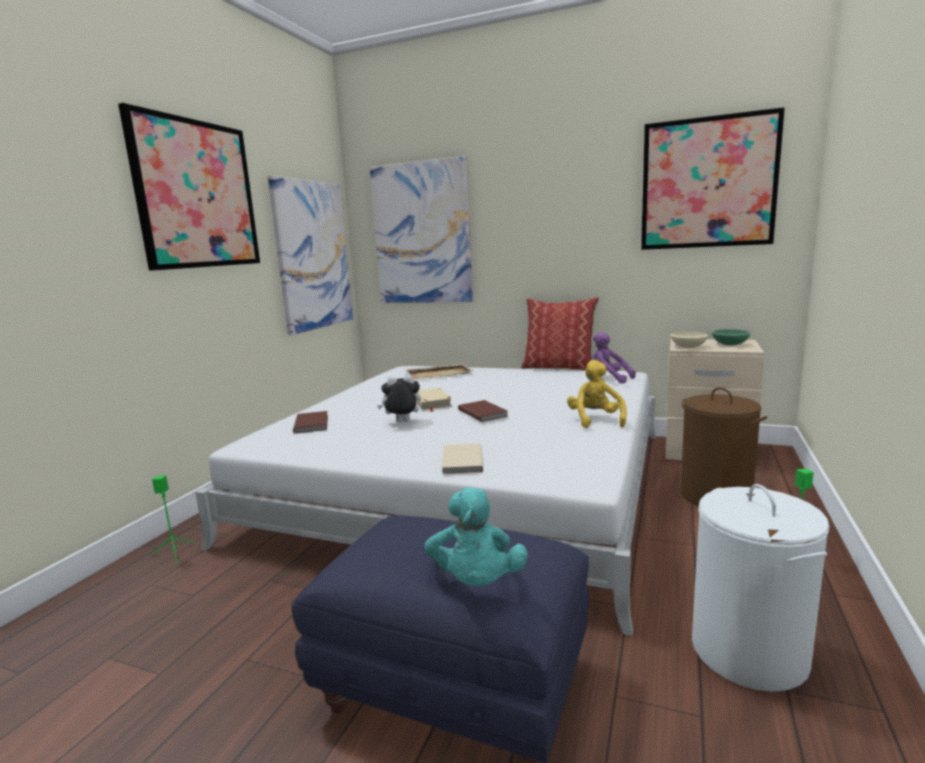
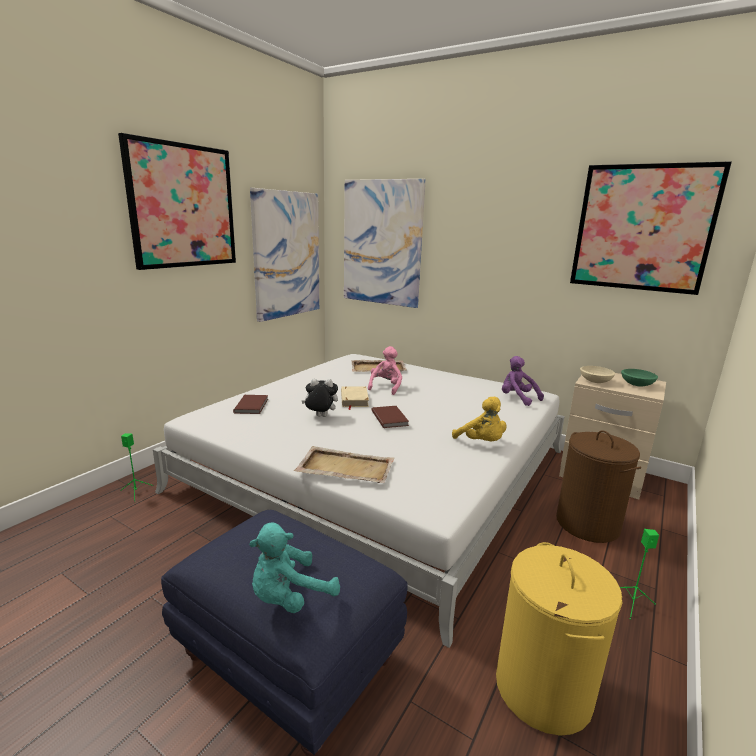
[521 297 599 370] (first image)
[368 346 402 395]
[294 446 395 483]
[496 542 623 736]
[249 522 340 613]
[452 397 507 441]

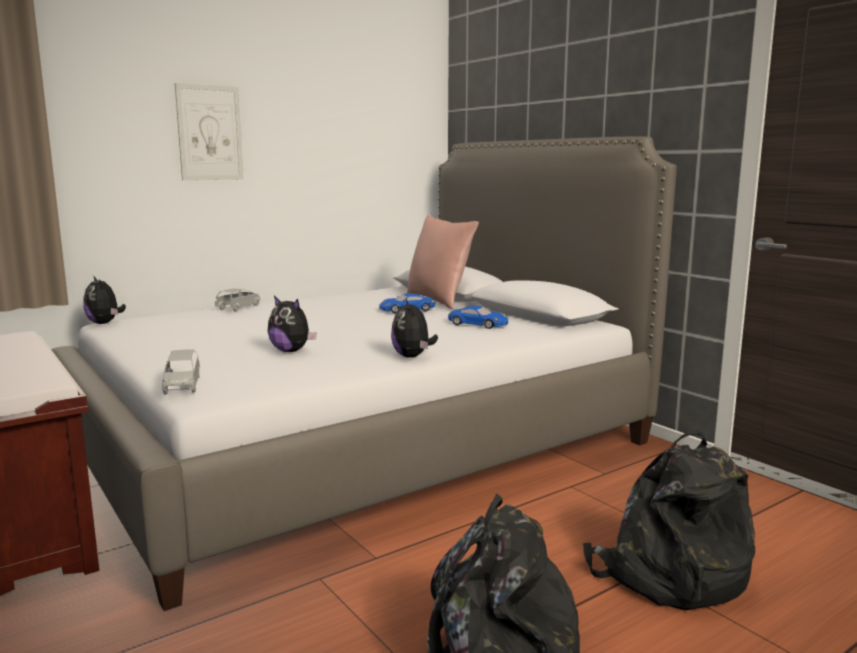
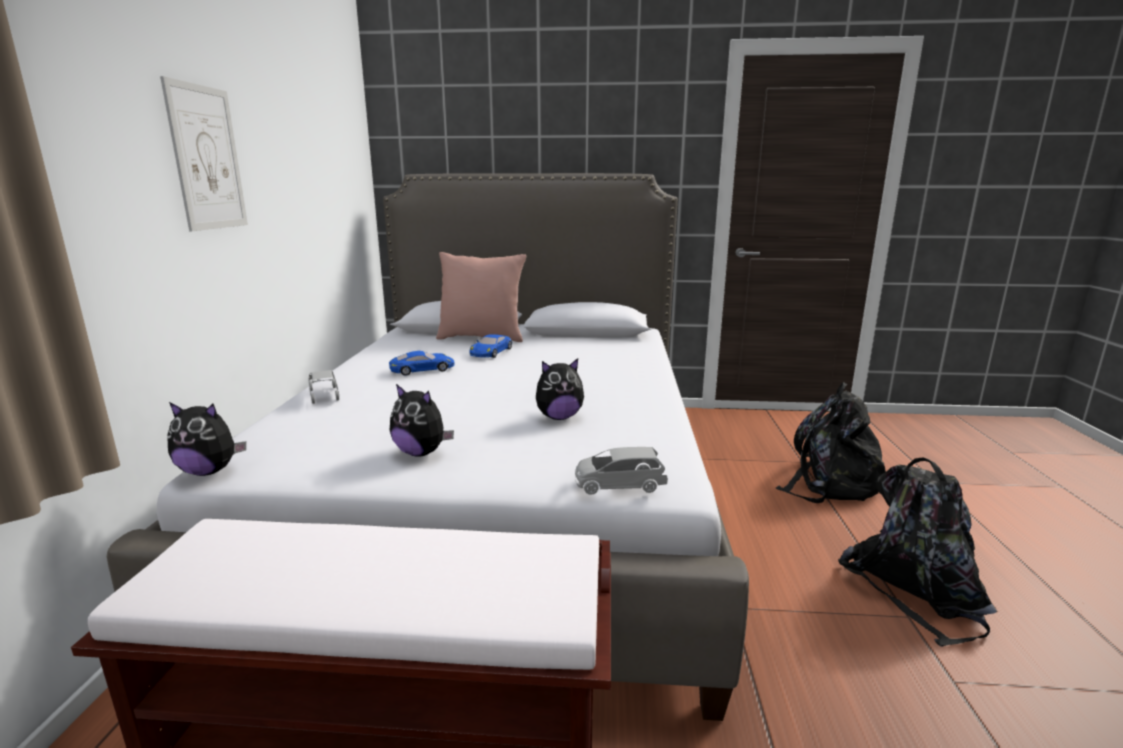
[390 384 454 457]
[389 351 455 376]
[575 447 668 495]

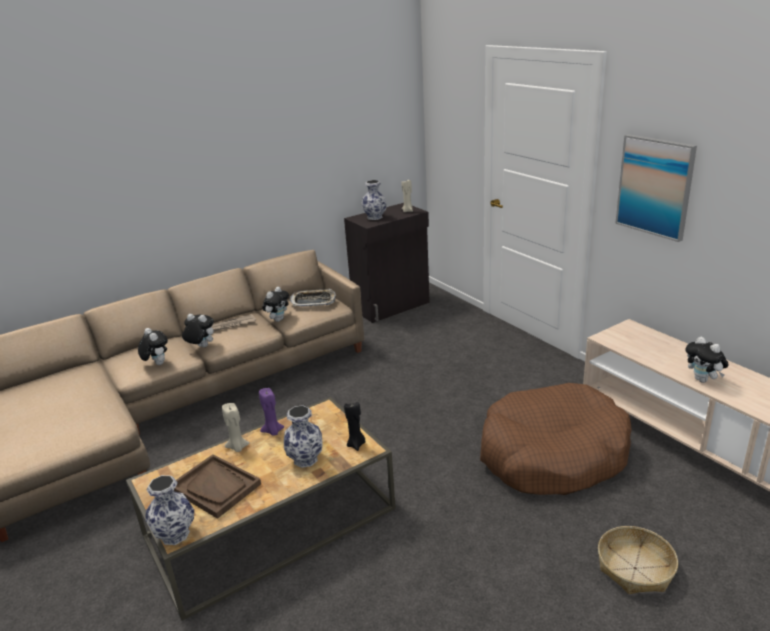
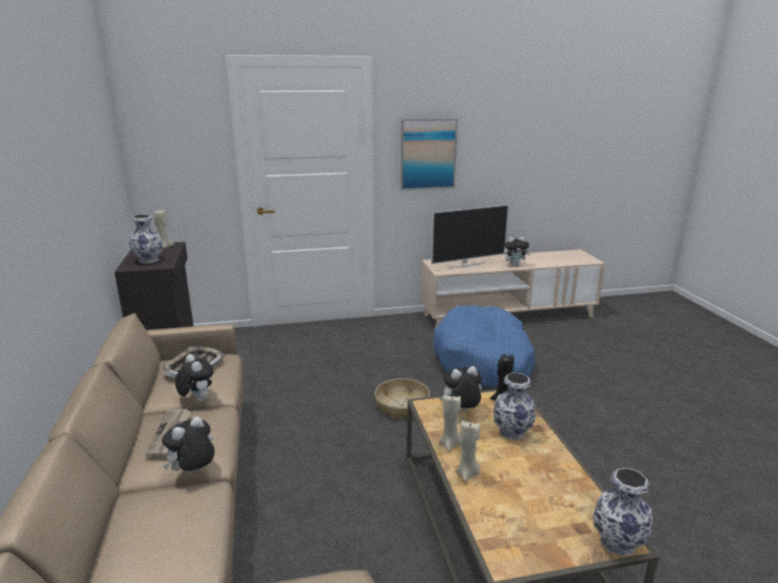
[174 454 261 519] (first image)
[431 204 509 268]
[439 366 482 411]
[375 378 430 419]
[439 394 461 451]
[433 305 535 387]

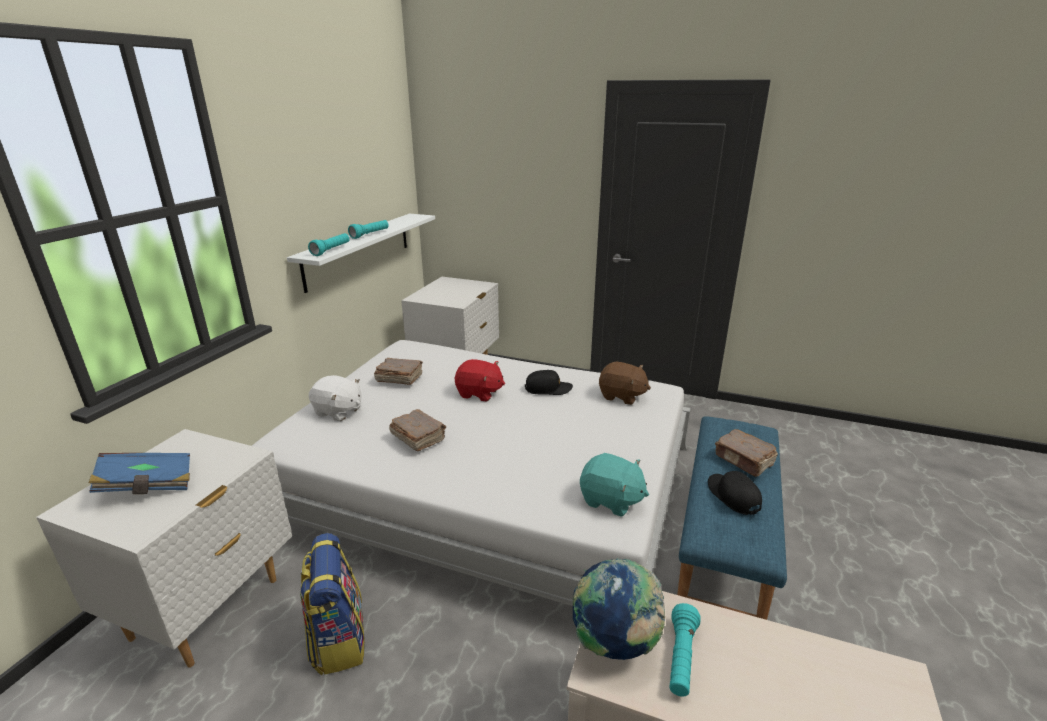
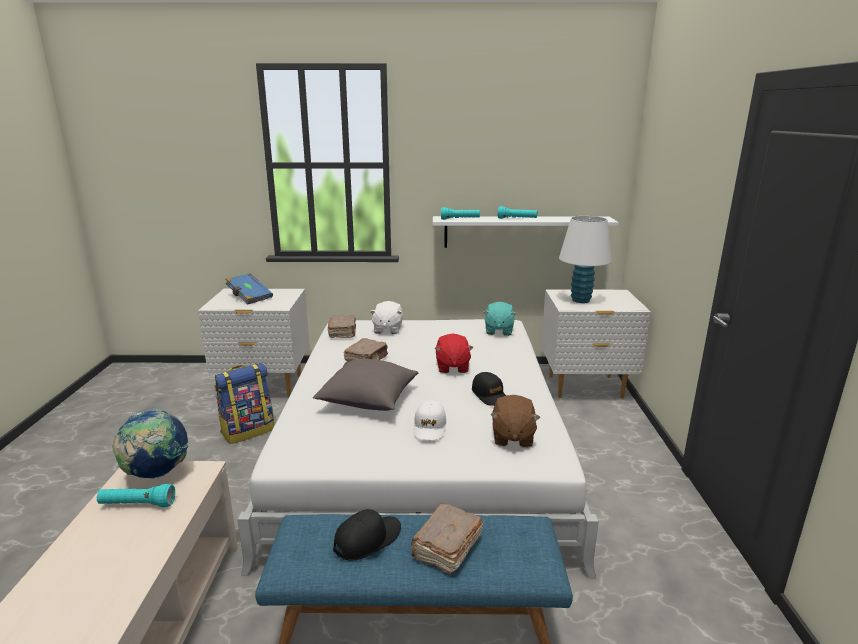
[313 359 418 411]
[414 400 446 440]
[559 216 612 303]
[328 315 356 338]
[483 302 516 336]

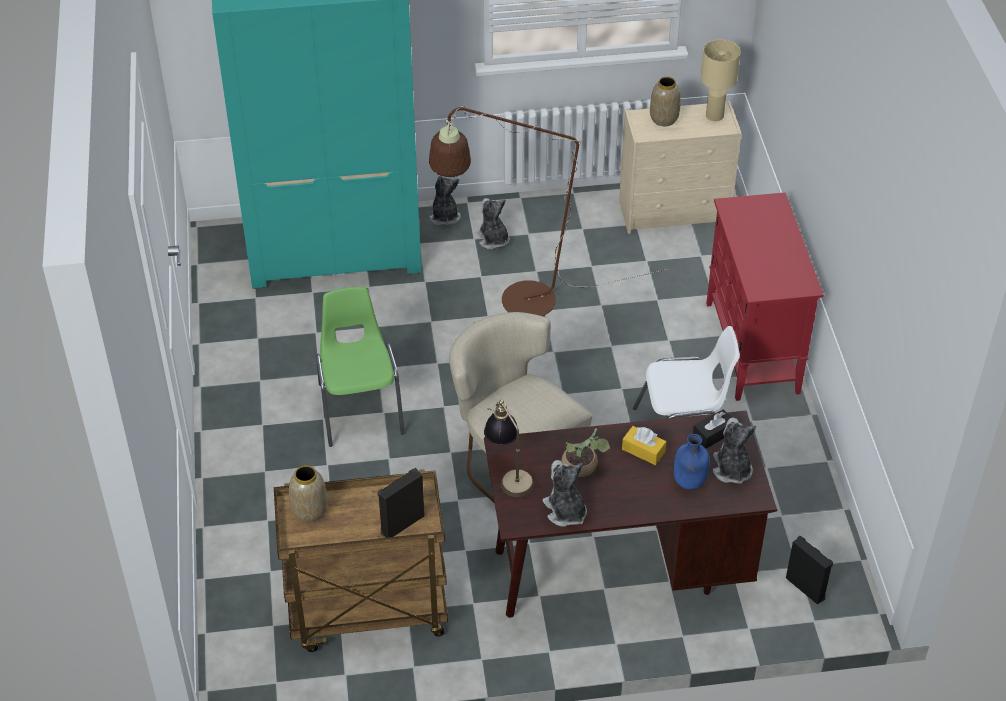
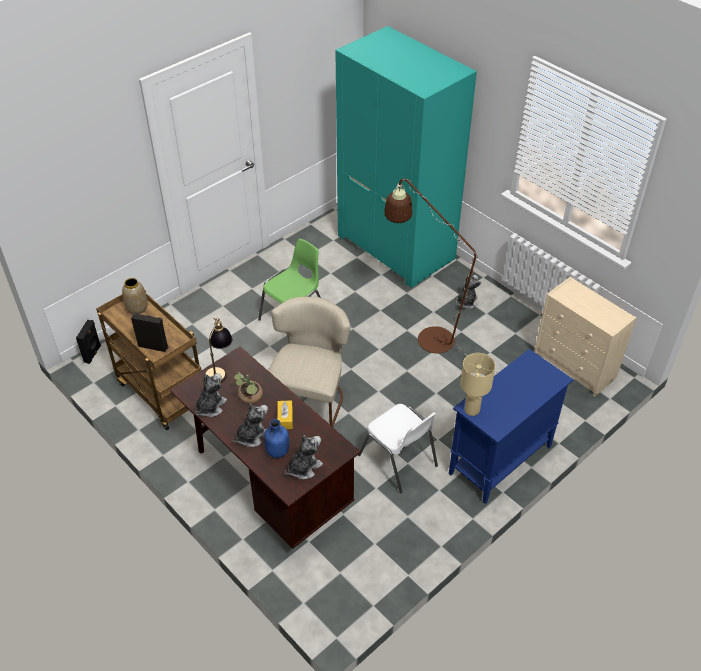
[650 77 681 126] (first image)
[693 409 732 448] (first image)
[232 403 268 447]
[460 353 496 416]
[76 320 101 364]
[449 349 573 504]

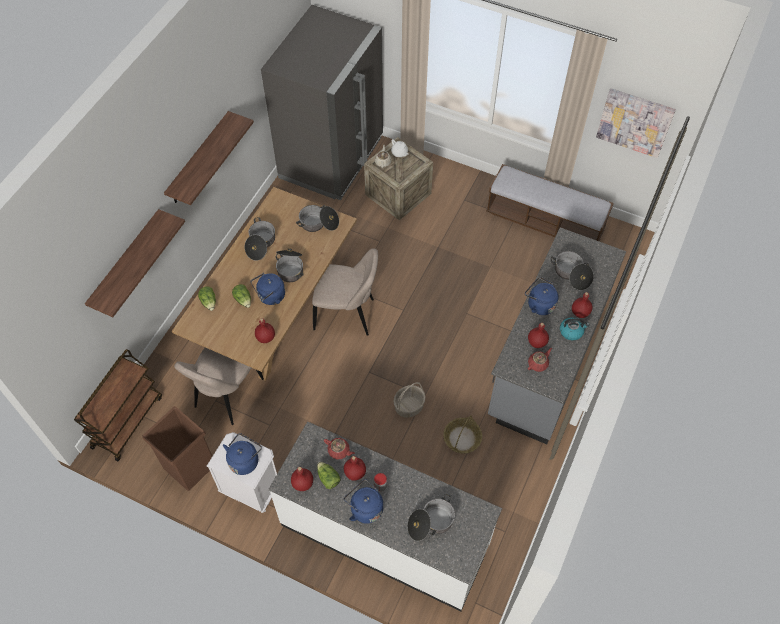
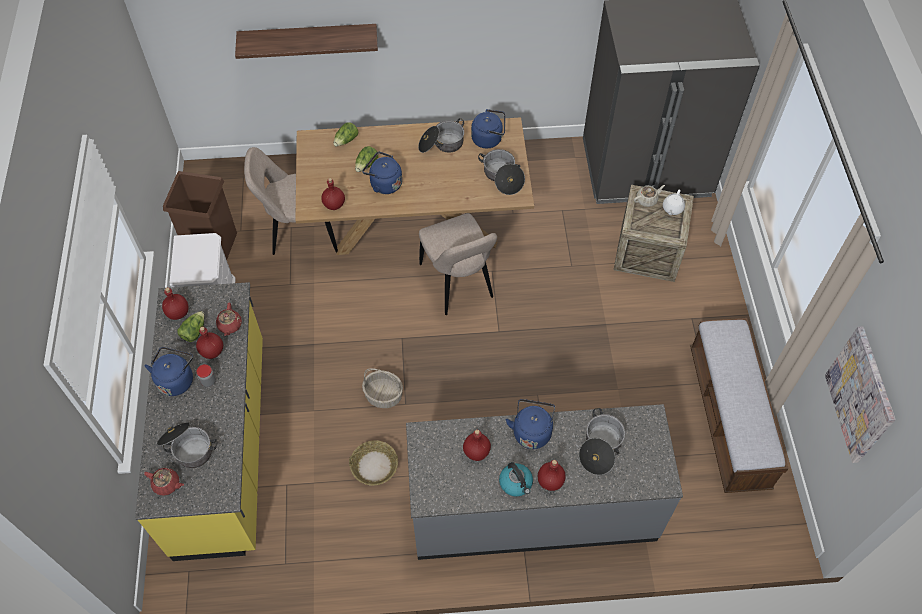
[74 349 162 461] (first image)
[164 111 254 205] (first image)
[276 248 304 282] (first image)
[471 109 505 148]
[144 468 184 496]
[135 282 263 561]

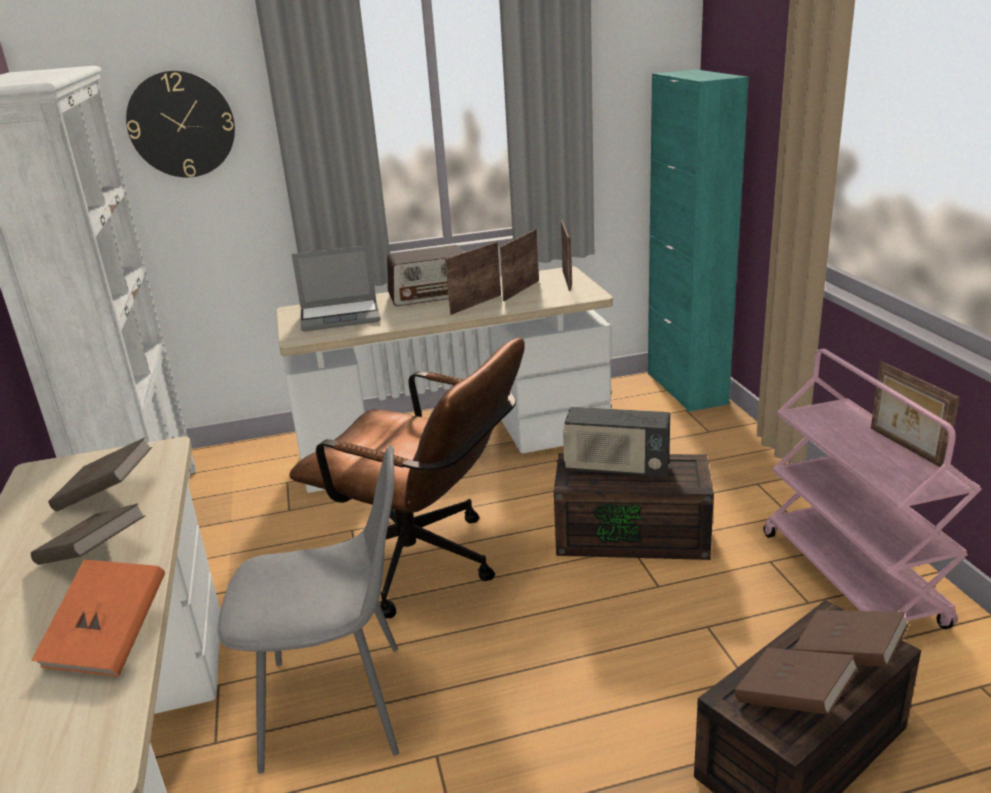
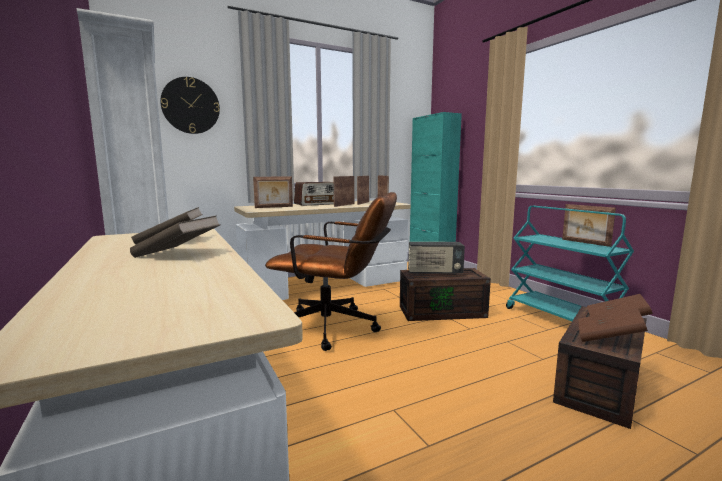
[32 560 165 677] (first image)
[217 444 399 774] (first image)
[253 176 293 208]
[506 206 634 321]

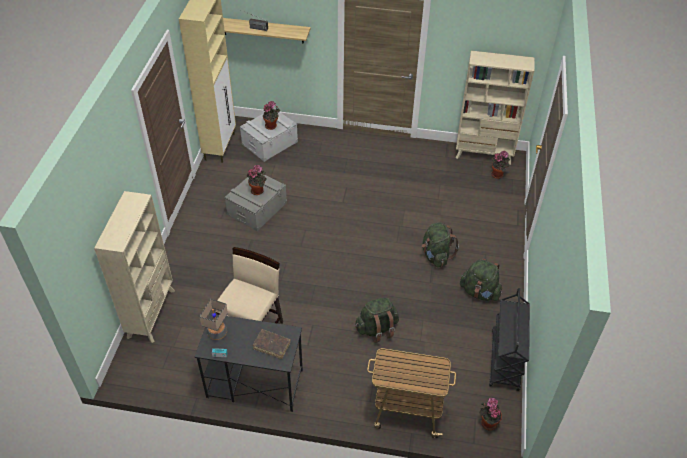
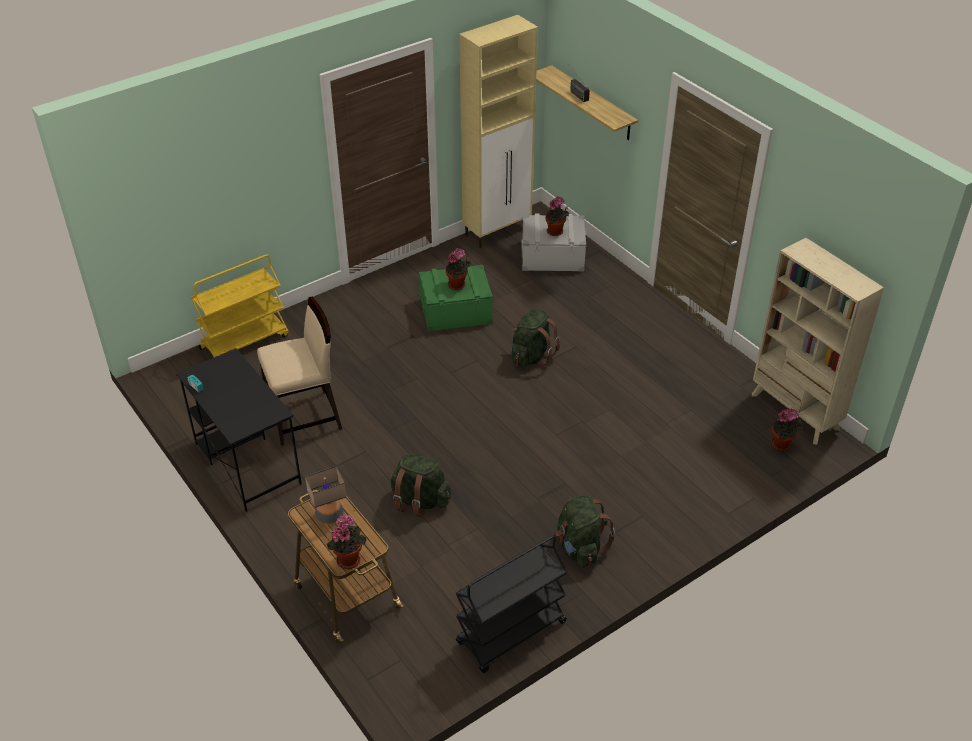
[253 329 291 359] (first image)
[305 466 347 524]
[512 309 560 367]
[326 513 366 569]
[191 254 288 357]
[419 265 493 332]

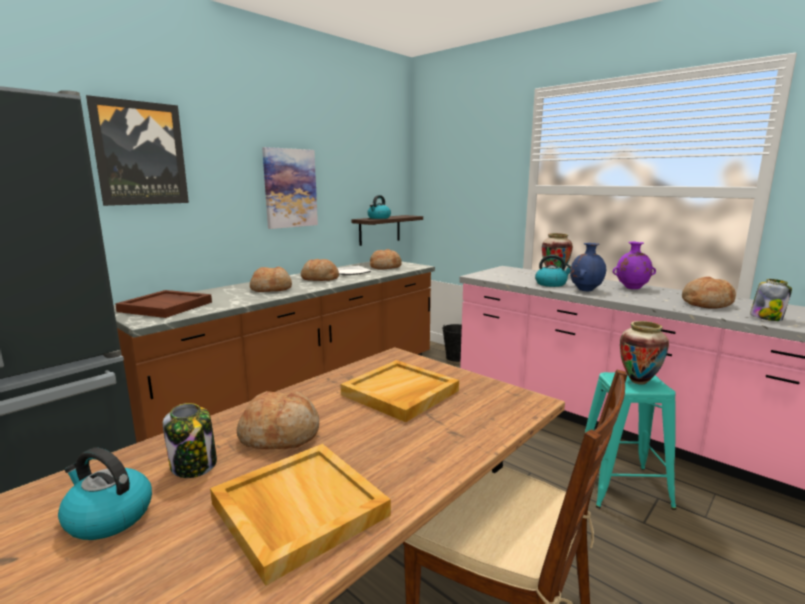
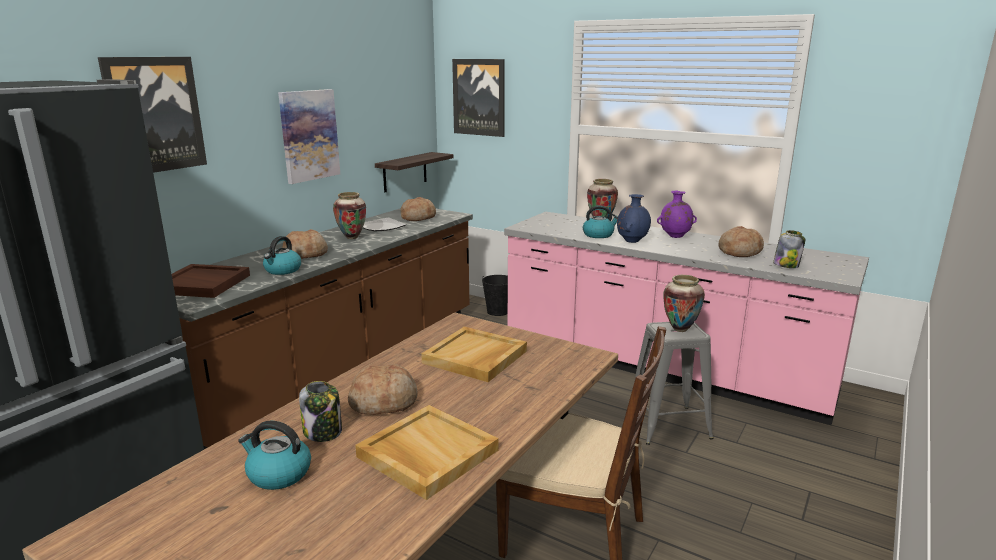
[452 59 505 137]
[263 236 301 275]
[333 192 366 239]
[635 322 713 445]

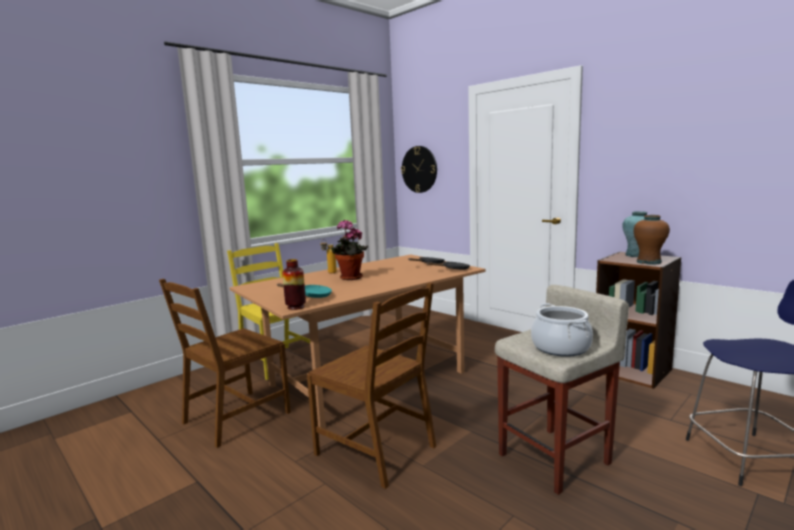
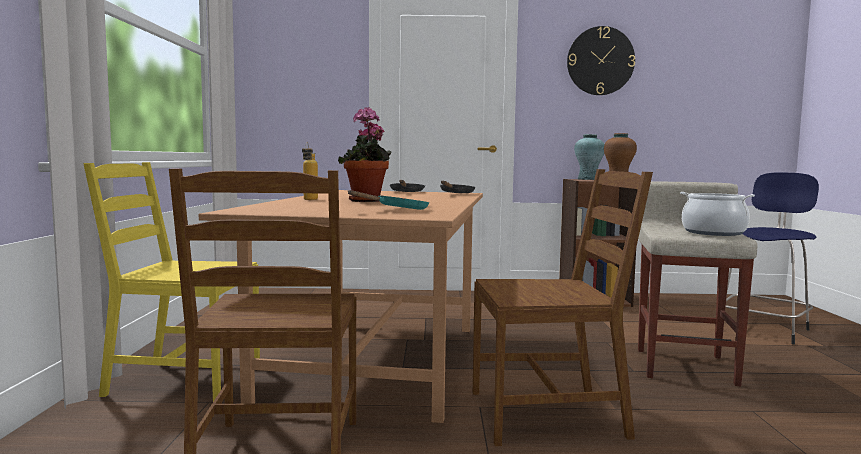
[282 259 306 310] (first image)
[567 26 635 95]

